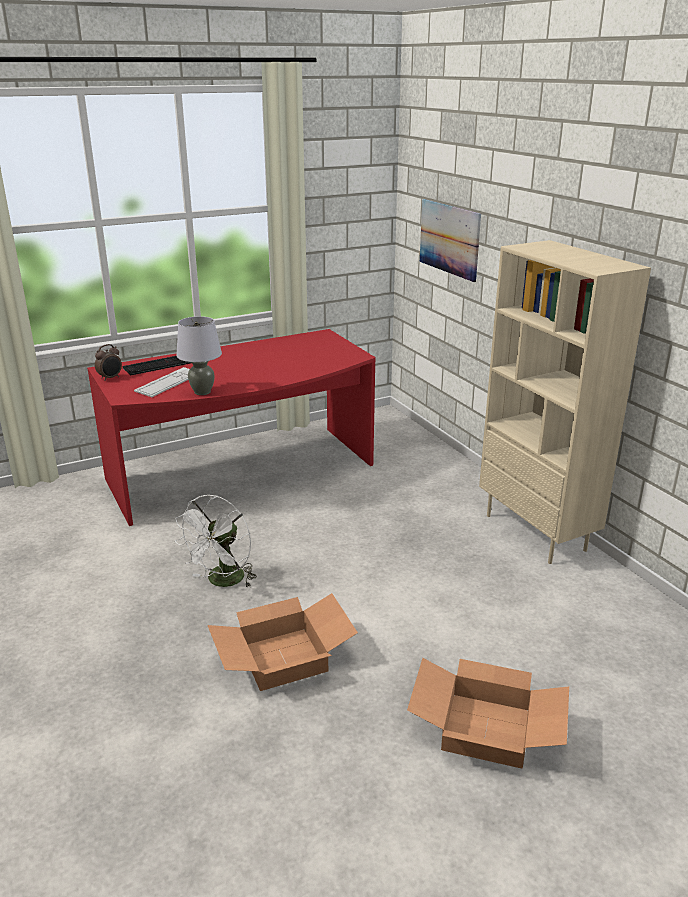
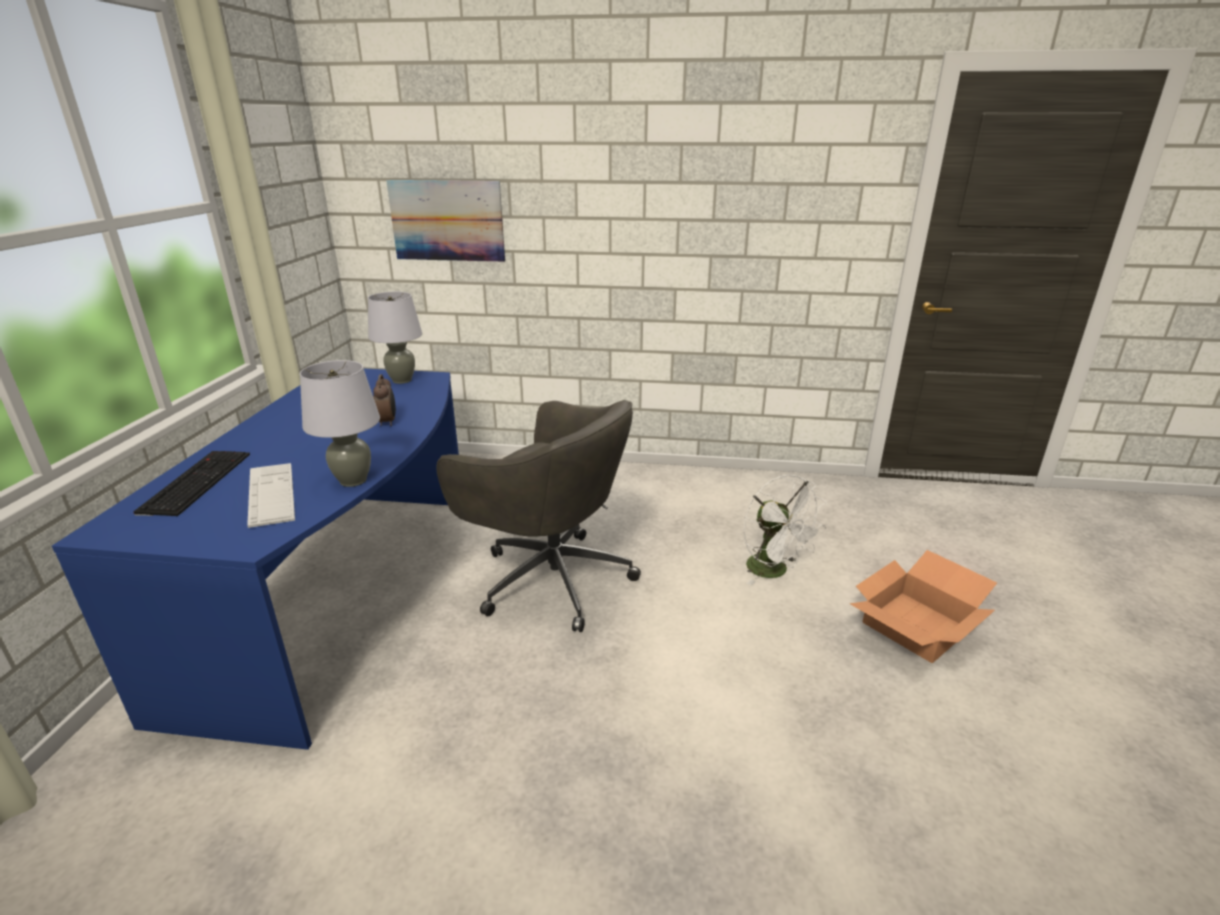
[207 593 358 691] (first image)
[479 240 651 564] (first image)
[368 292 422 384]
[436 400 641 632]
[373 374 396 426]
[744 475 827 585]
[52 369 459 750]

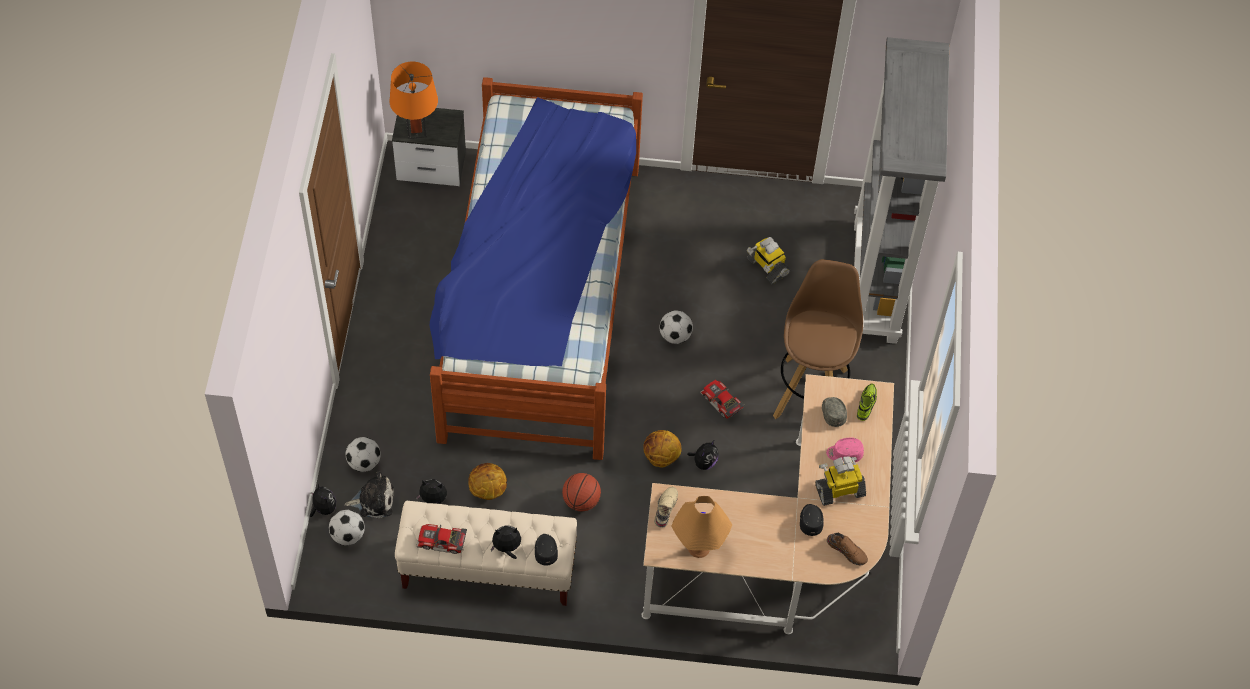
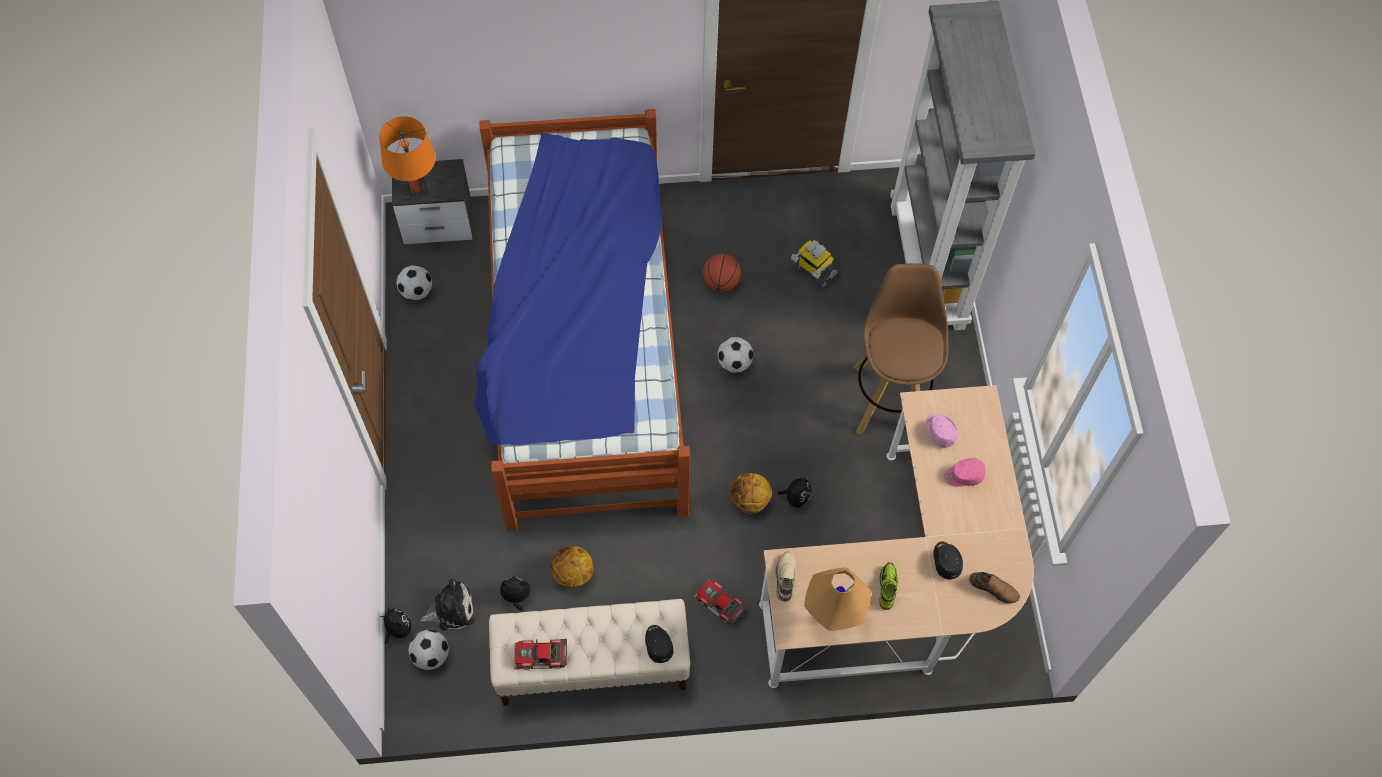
[491 526 521 559] (first image)
[815 456 866 506] (first image)
[397 265 432 301]
[703 254 741 292]
[694 579 747 625]
[879 562 898 610]
[926 415 958 448]

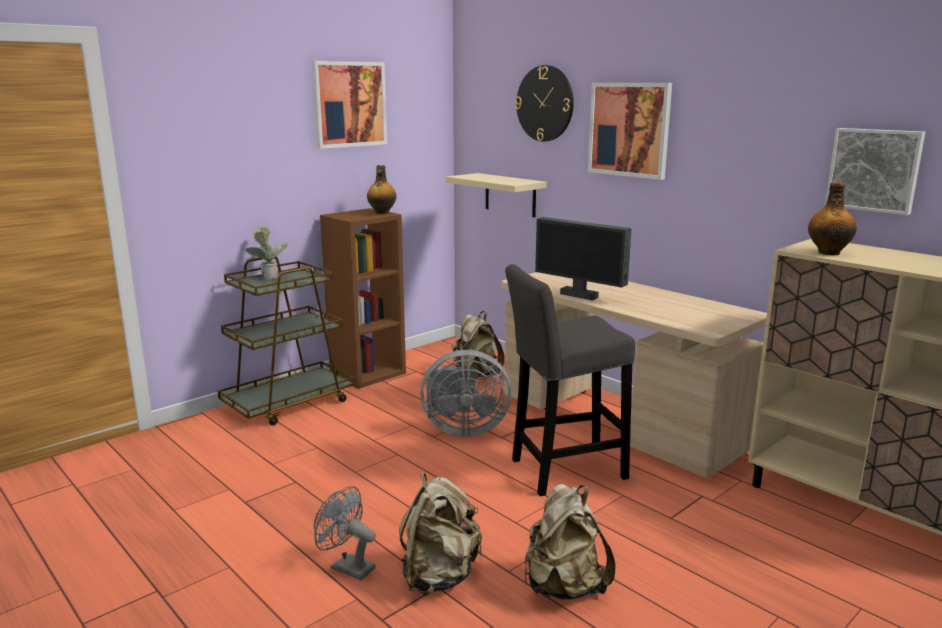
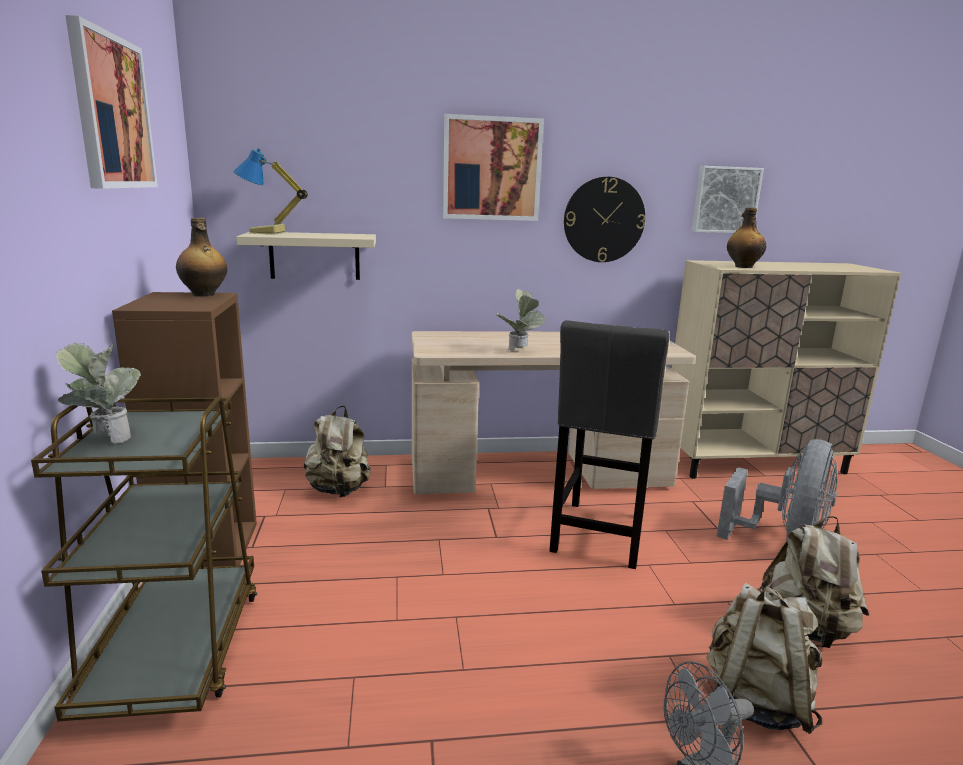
[233 148 308 235]
[717 439 837 541]
[564 177 646 262]
[496 289 546 351]

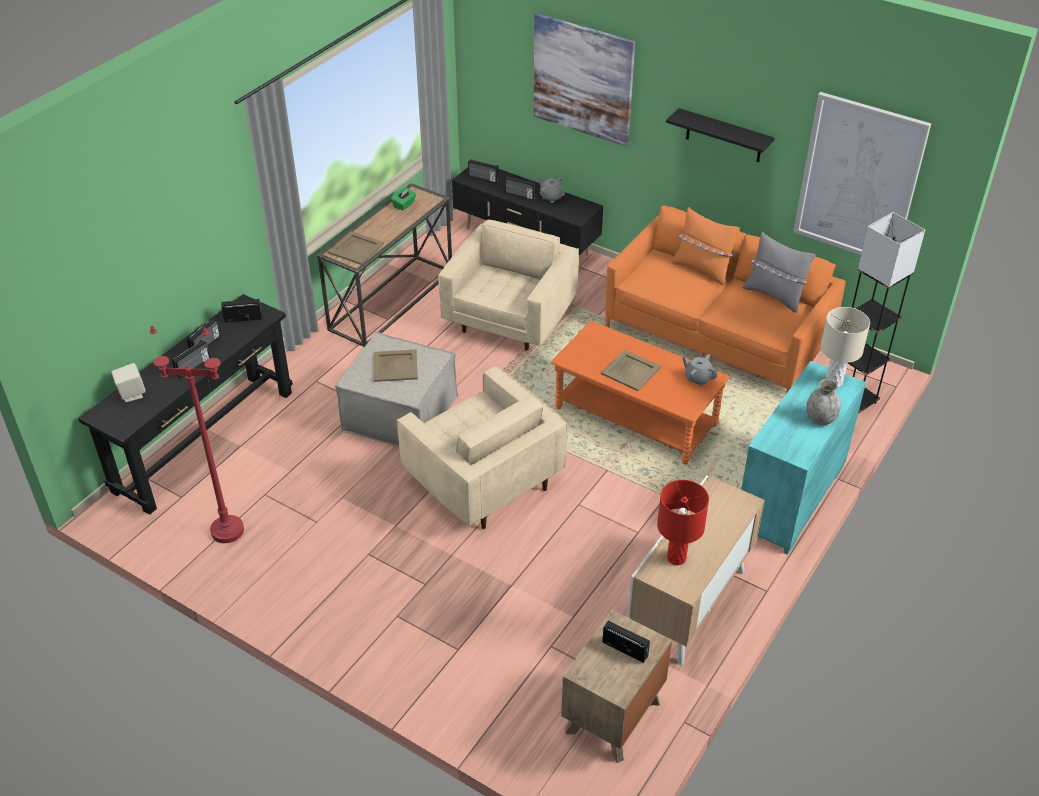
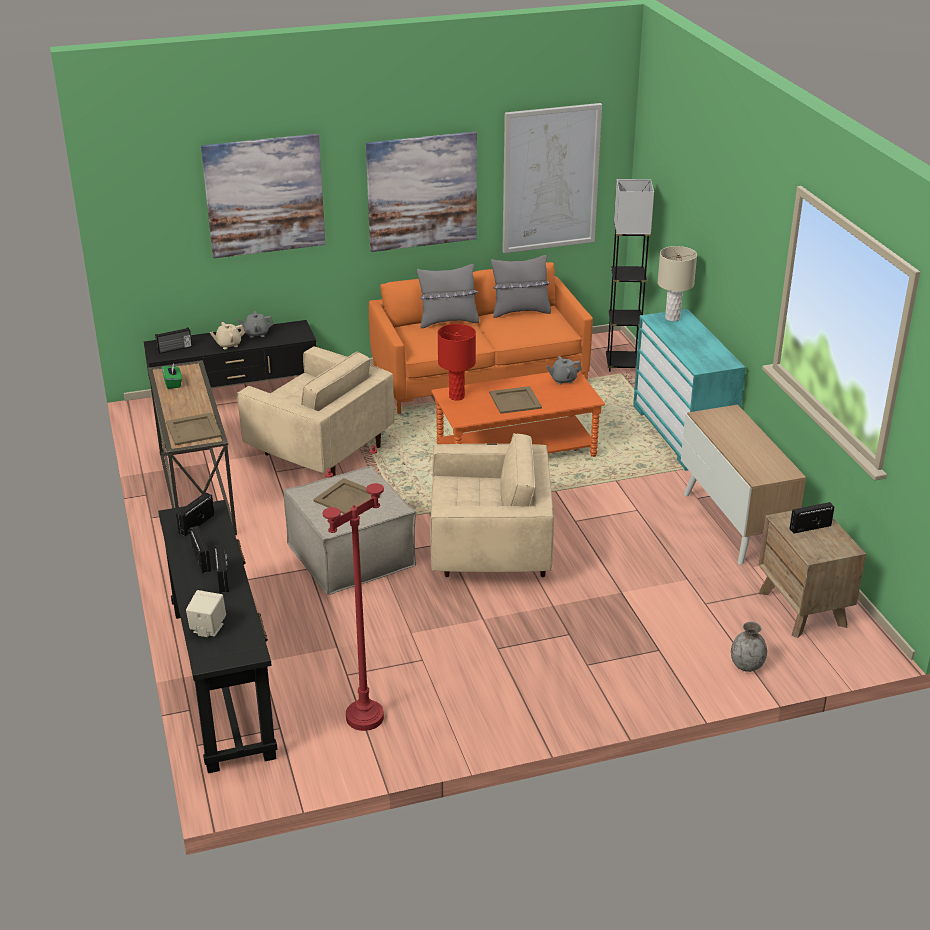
[438 324 476 401]
[731 622 767 672]
[210 322 245 349]
[366 132 477 252]
[417 264 479 328]
[237 346 394 476]

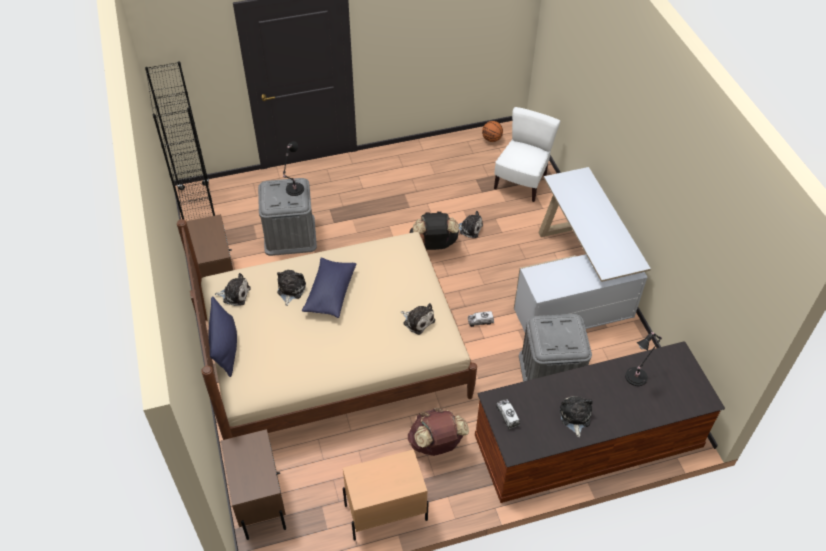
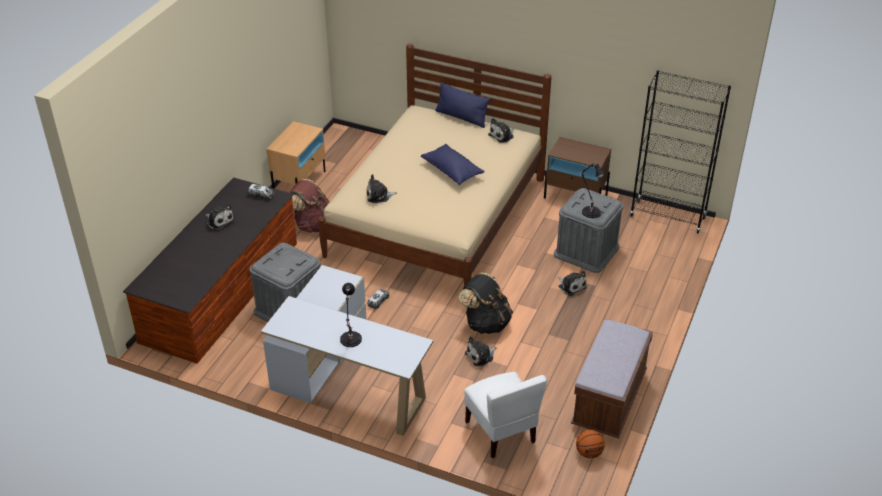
[221 429 286 540] (first image)
[571 319 653 438]
[557 271 587 296]
[340 283 362 347]

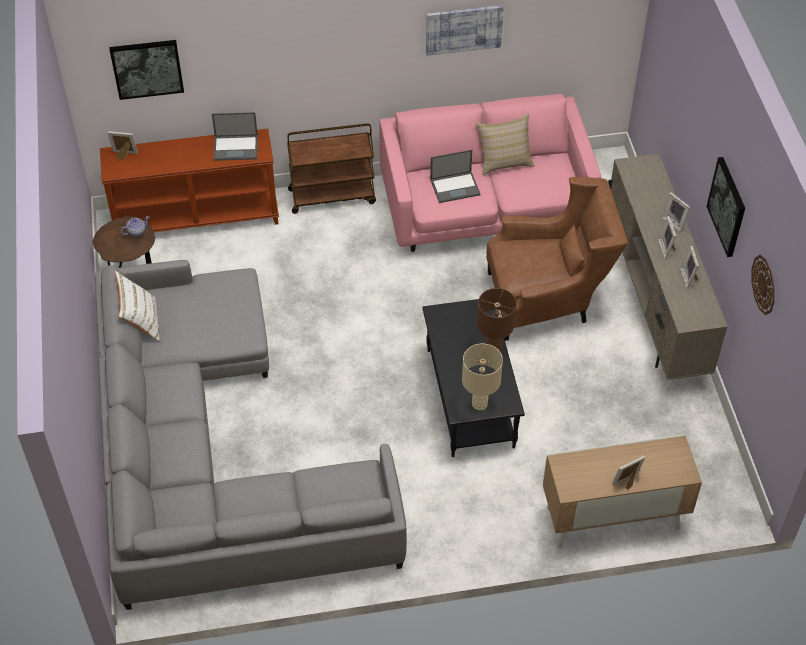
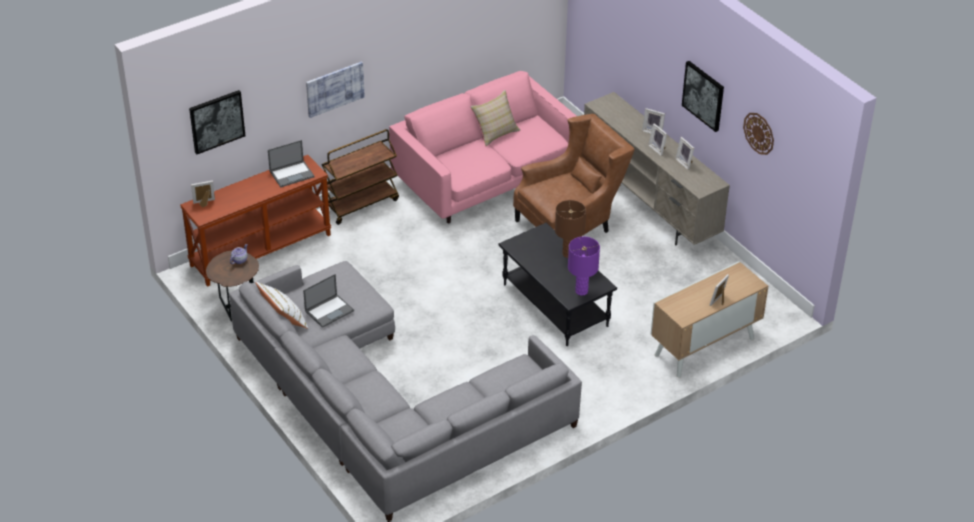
[306 62 365 118]
[303 274 354 328]
[568 237 600 296]

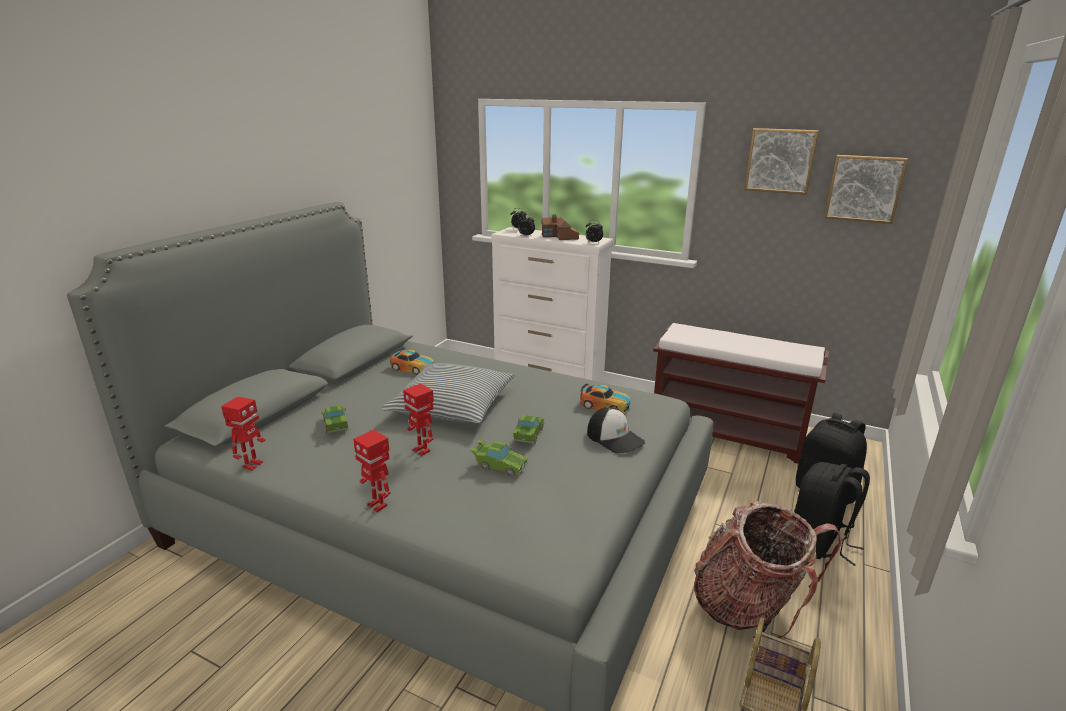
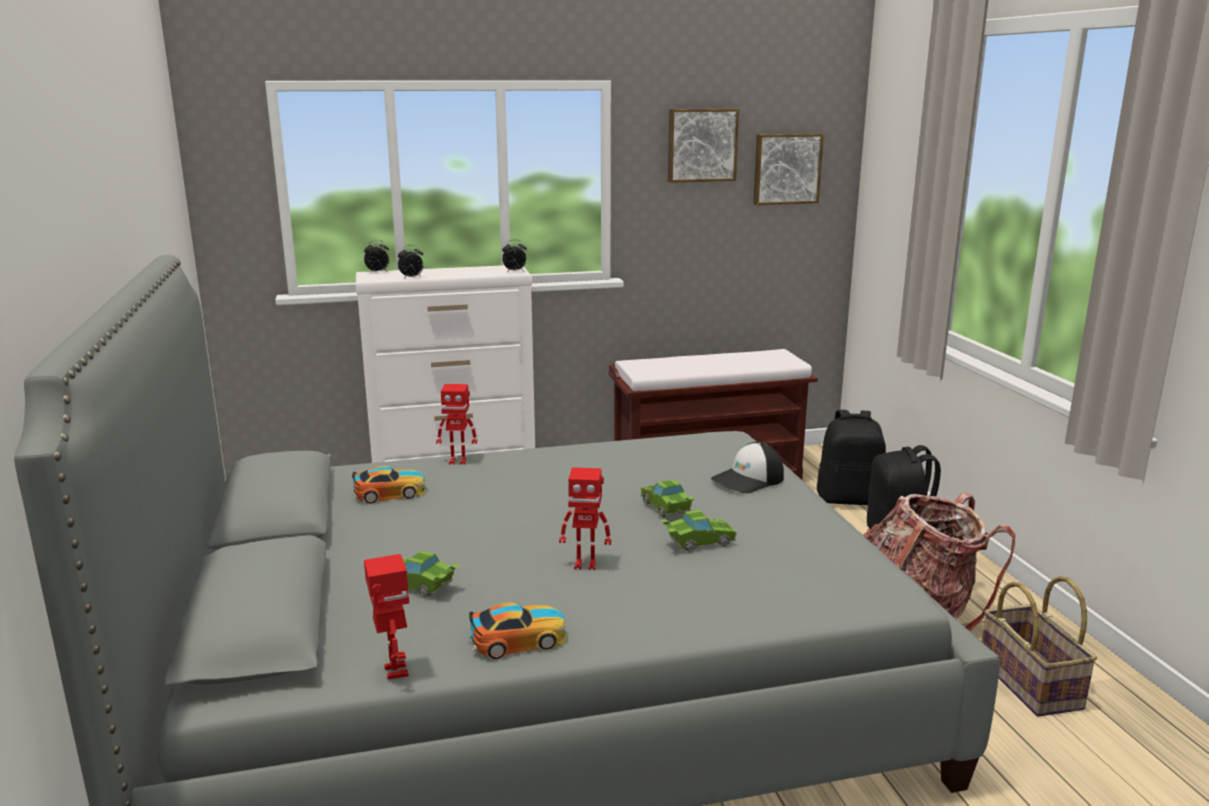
[381 363 515 423] (first image)
[541 214 579 240] (first image)
[436 384 477 464]
[469 602 566 659]
[711 442 784 493]

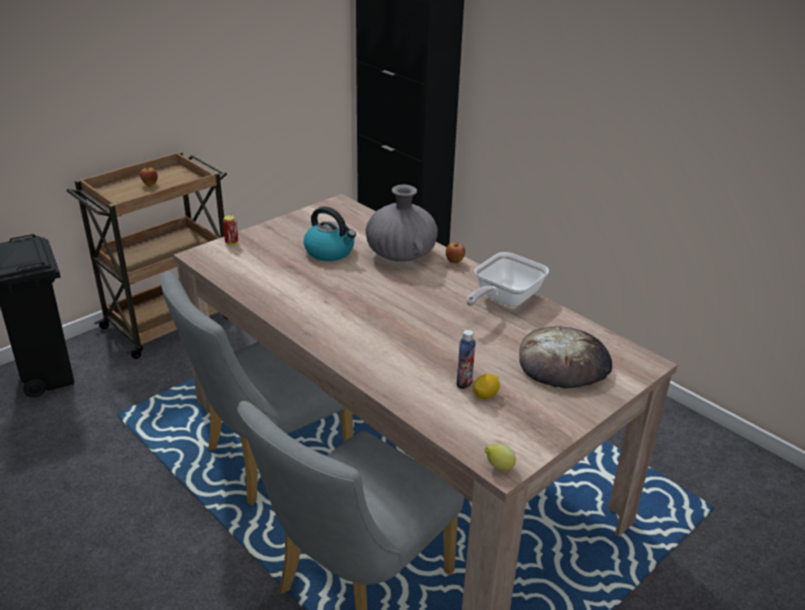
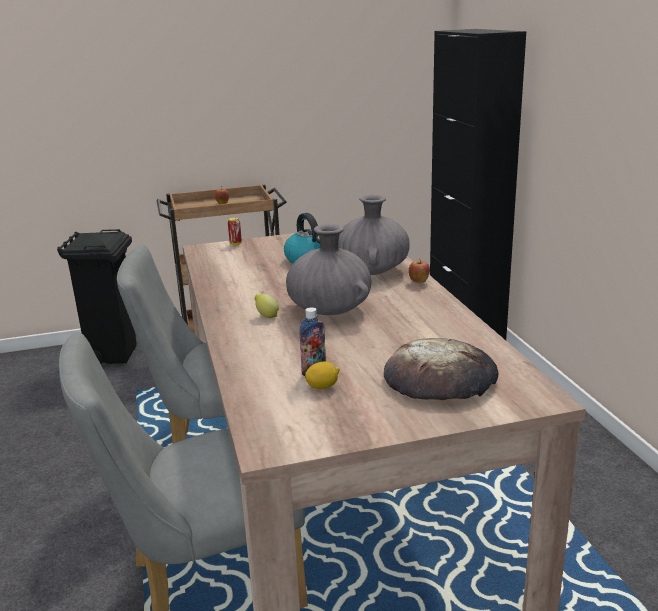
[466 252 549 307] (first image)
[286 224 371 315]
[254 294 279 318]

